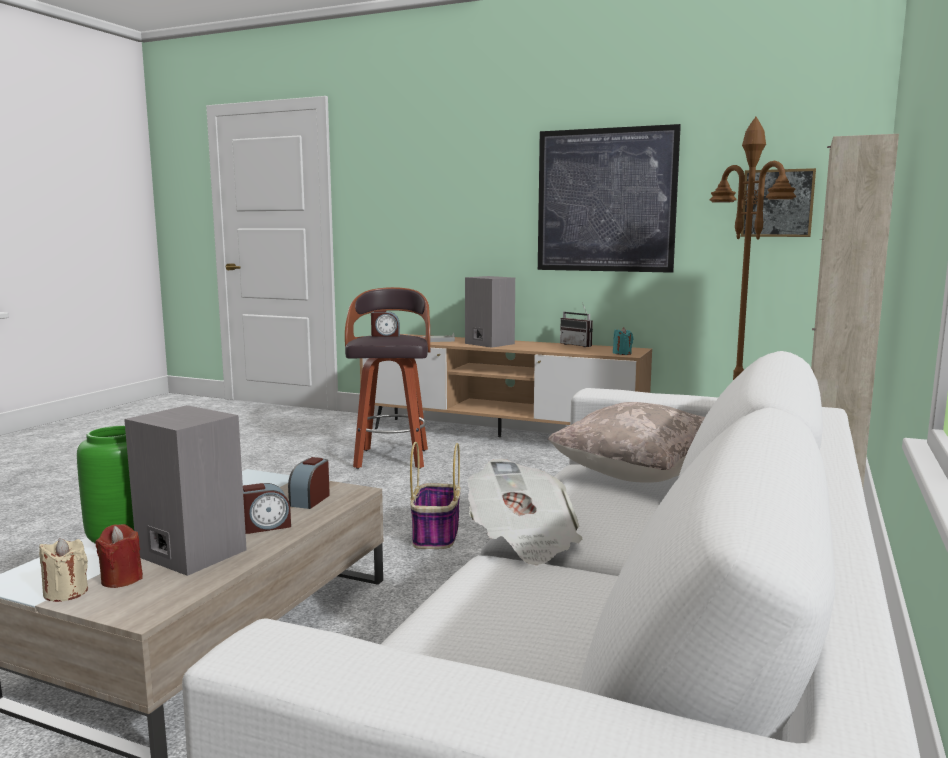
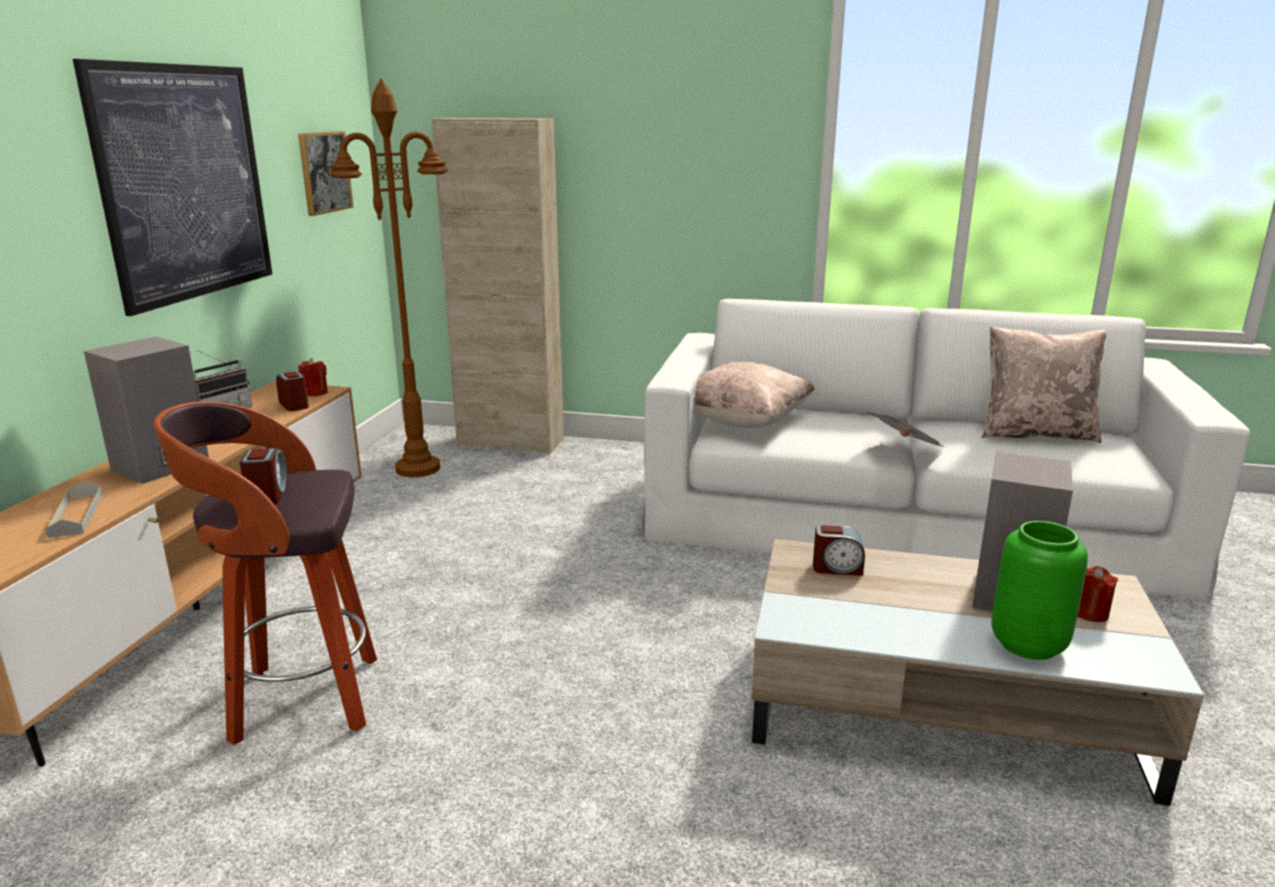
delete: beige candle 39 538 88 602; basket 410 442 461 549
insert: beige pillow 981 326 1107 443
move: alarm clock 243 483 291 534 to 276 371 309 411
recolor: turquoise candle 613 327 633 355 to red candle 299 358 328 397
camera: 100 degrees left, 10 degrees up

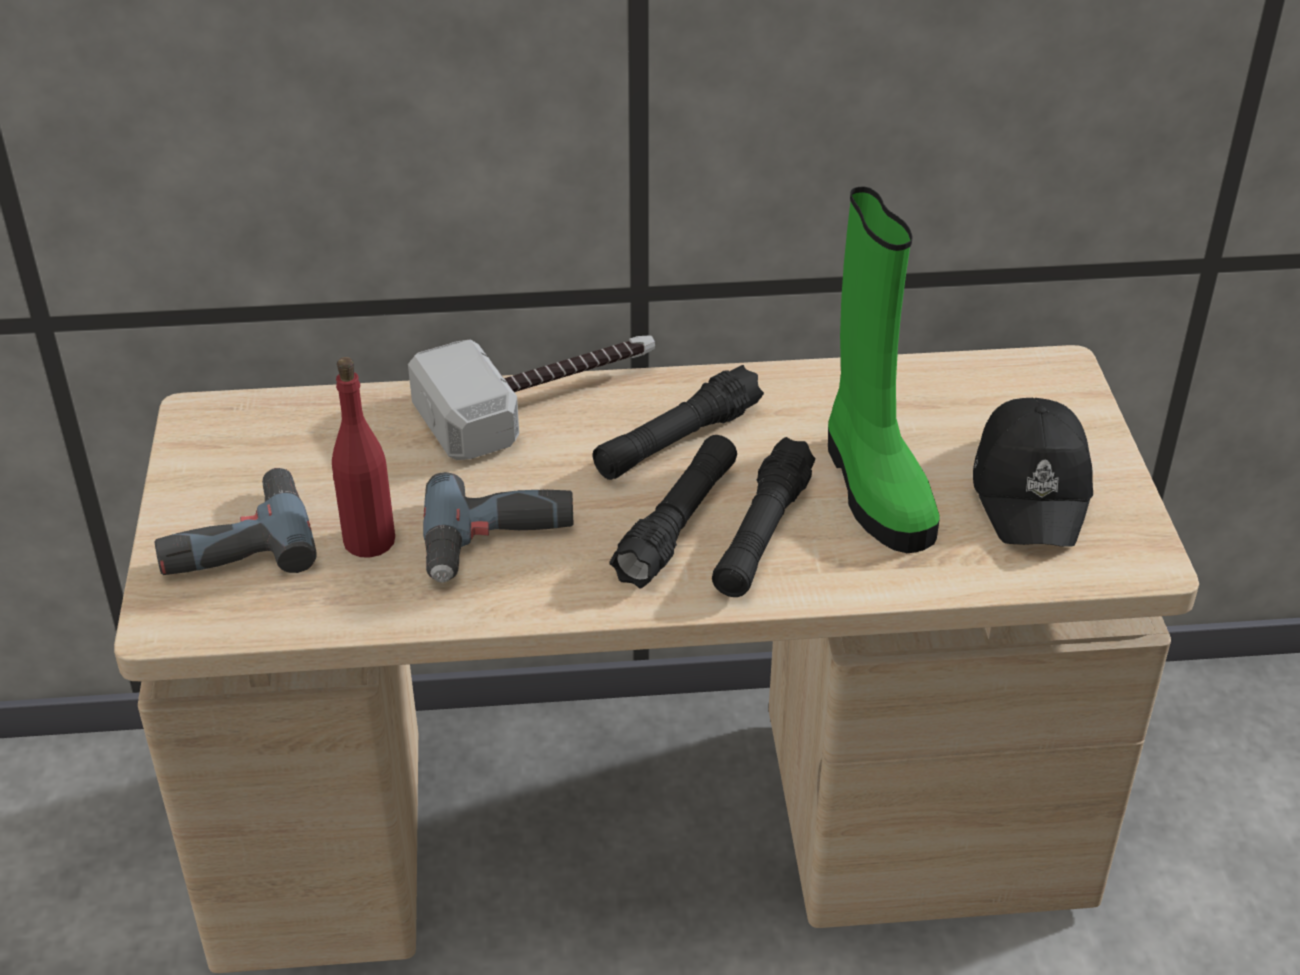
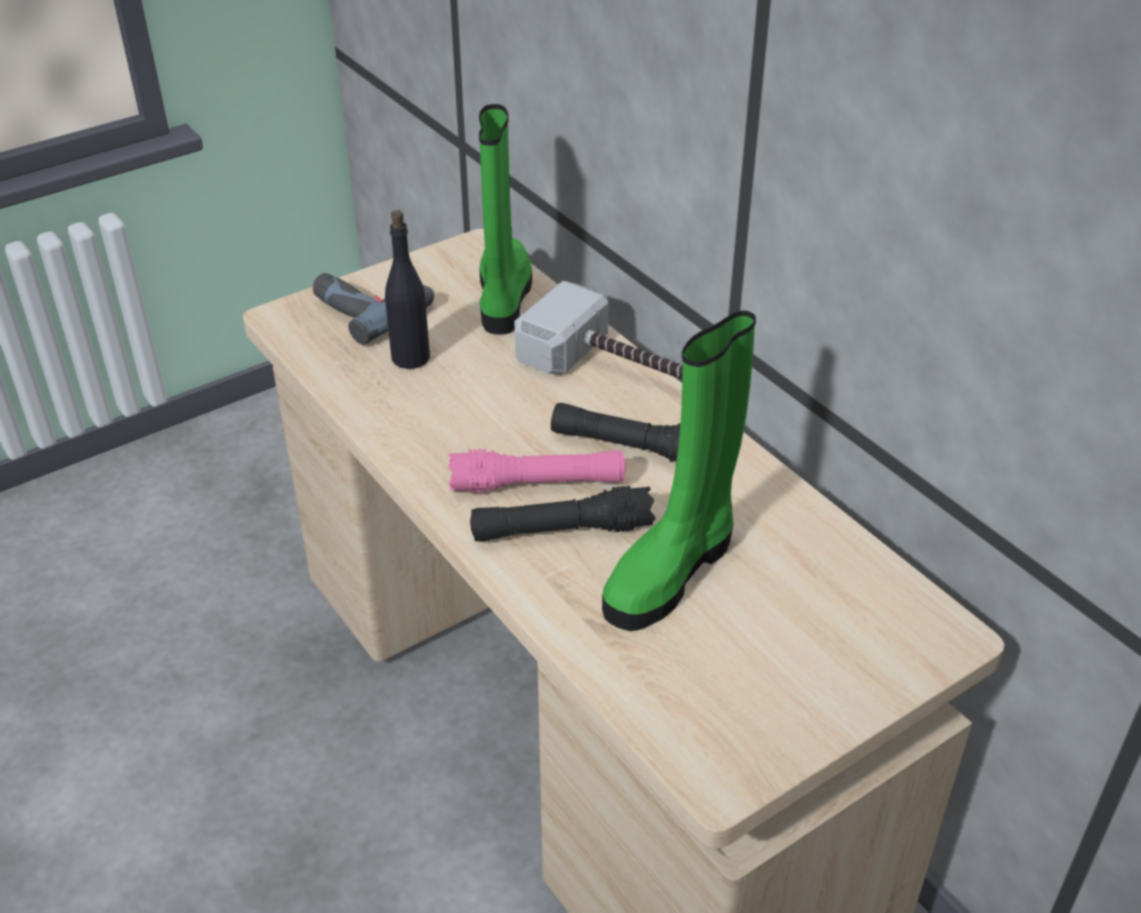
delete: power drill 423 472 574 583; black cap 973 398 1093 547
insert: green boot 479 104 532 335
recolor: red bottle 332 357 395 557 to black bottle 385 210 430 369; black flashlight 609 435 737 589 to pink flashlight 449 449 626 493
camera: 60 degrees right, 0 degrees up

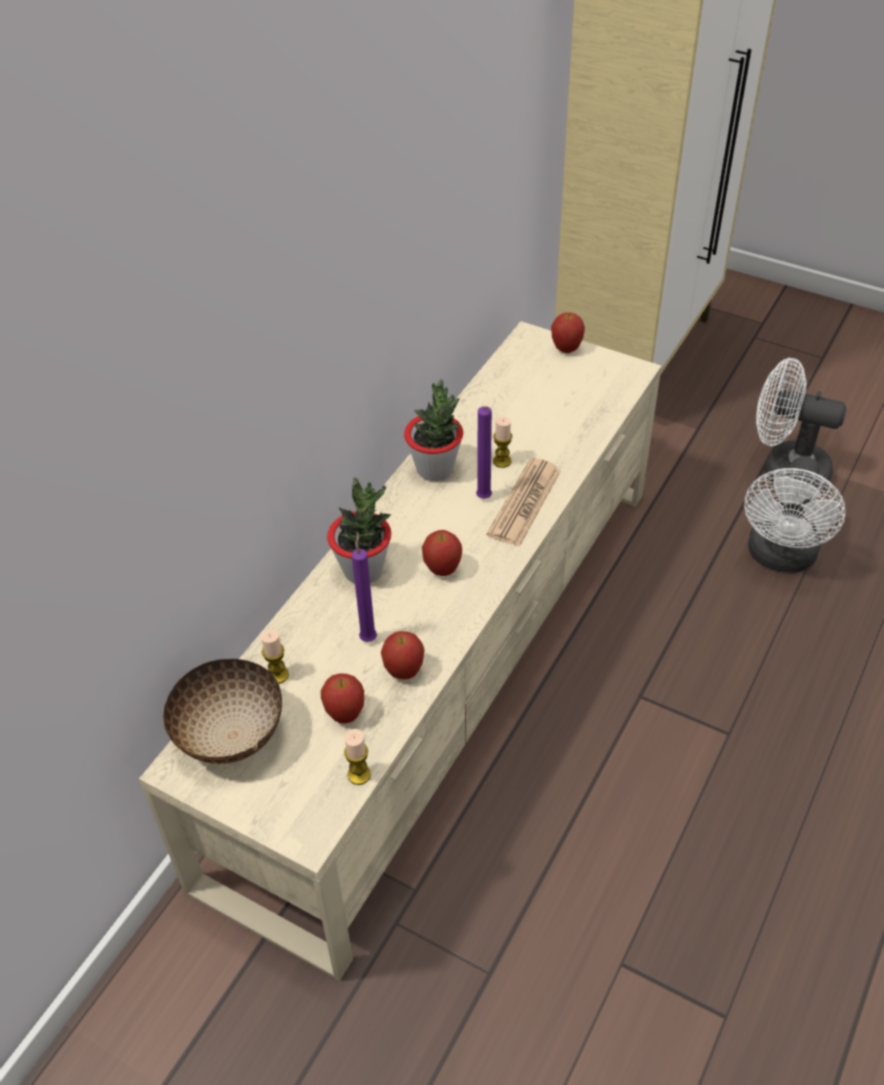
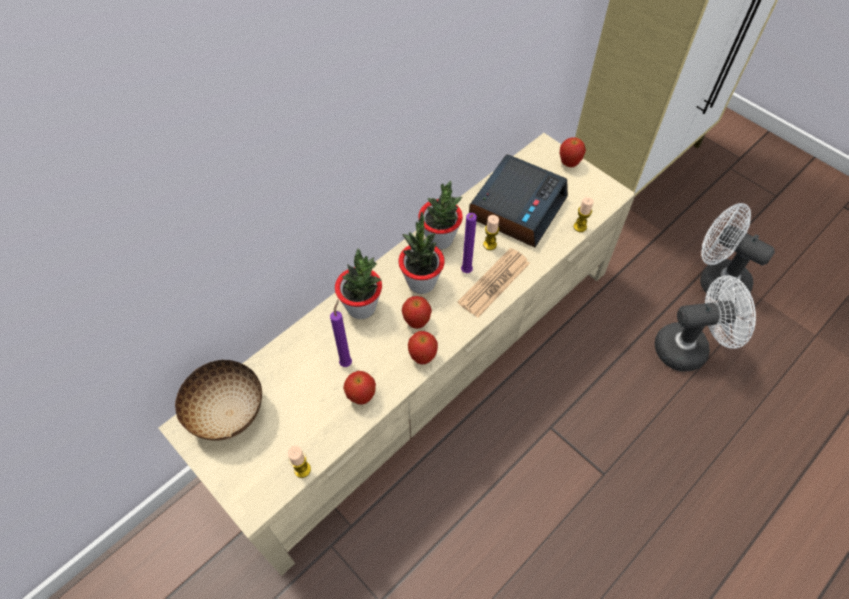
insert: potted plant 398 212 445 294; alarm clock 469 154 568 248
move: apple 321 673 364 723 to 408 331 438 364; candle 261 630 289 684 to 573 197 594 232
rotate: white fan 744 456 846 573 = 655 275 756 371 135 degrees counterclockwise
camera: 15 degrees right, 10 degrees up

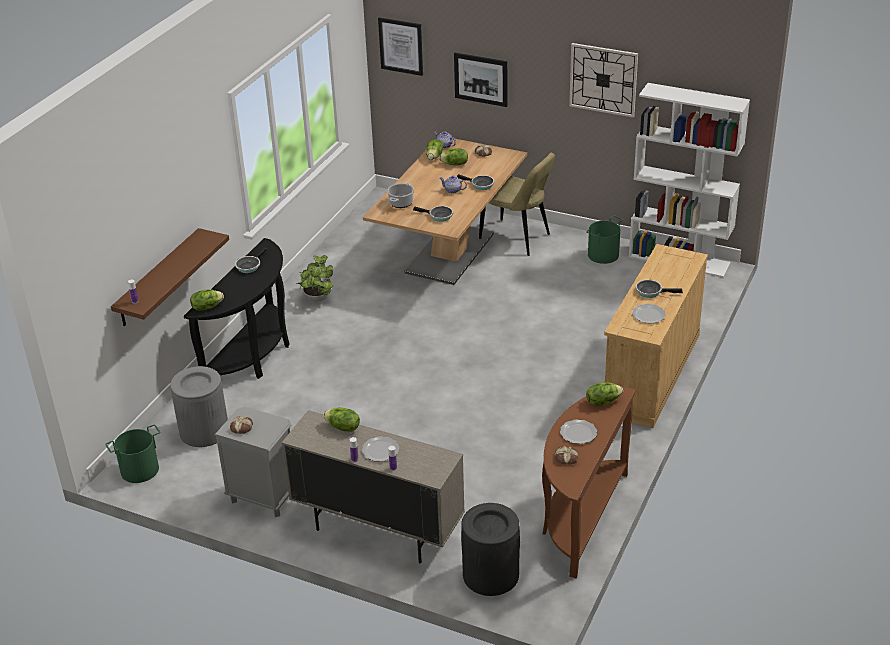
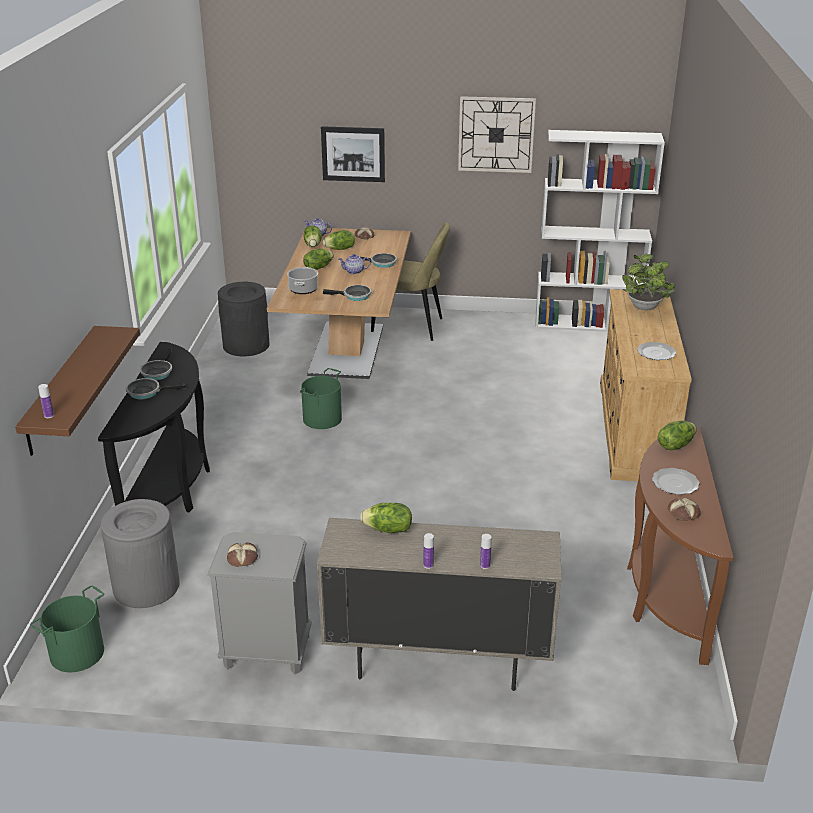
delete: plate 362 436 399 462; picture 378 17 423 76
move: frying pan 635 279 683 298 to 126 378 186 399; black trash can 461 503 520 596 to 218 282 270 357; green bucket 586 215 623 264 to 300 368 342 429; lettuce 190 289 224 311 to 303 249 334 270; potted plant 296 255 334 301 to 623 254 675 310
camera: 20 degrees left, 5 degrees down

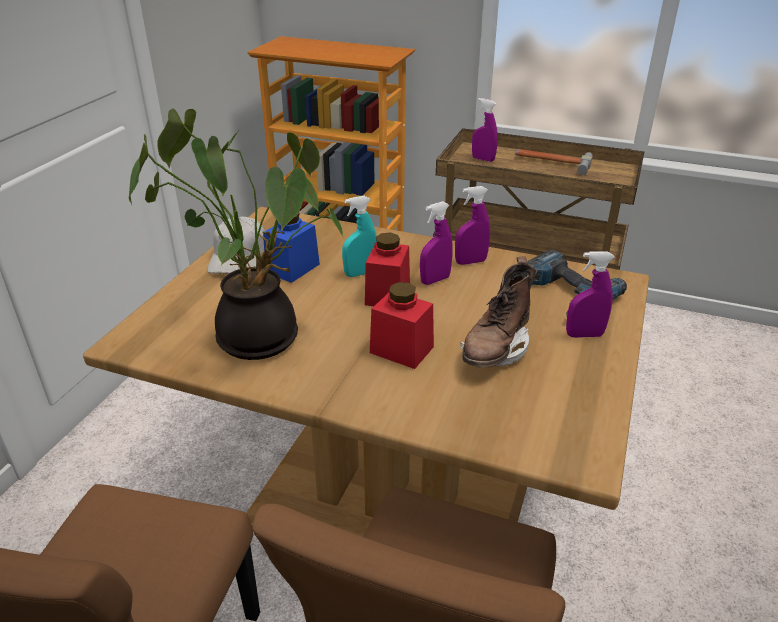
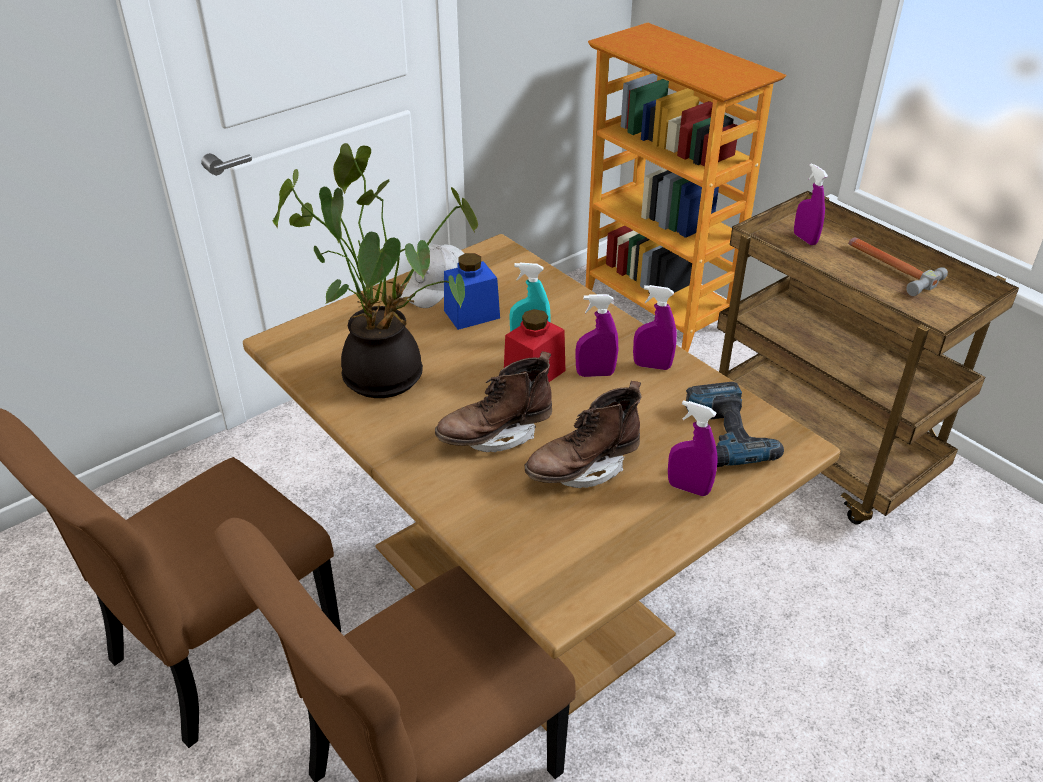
replace: red jar 370 282 434 369 to brown boot 435 351 552 452
camera: 30 degrees right, 5 degrees up

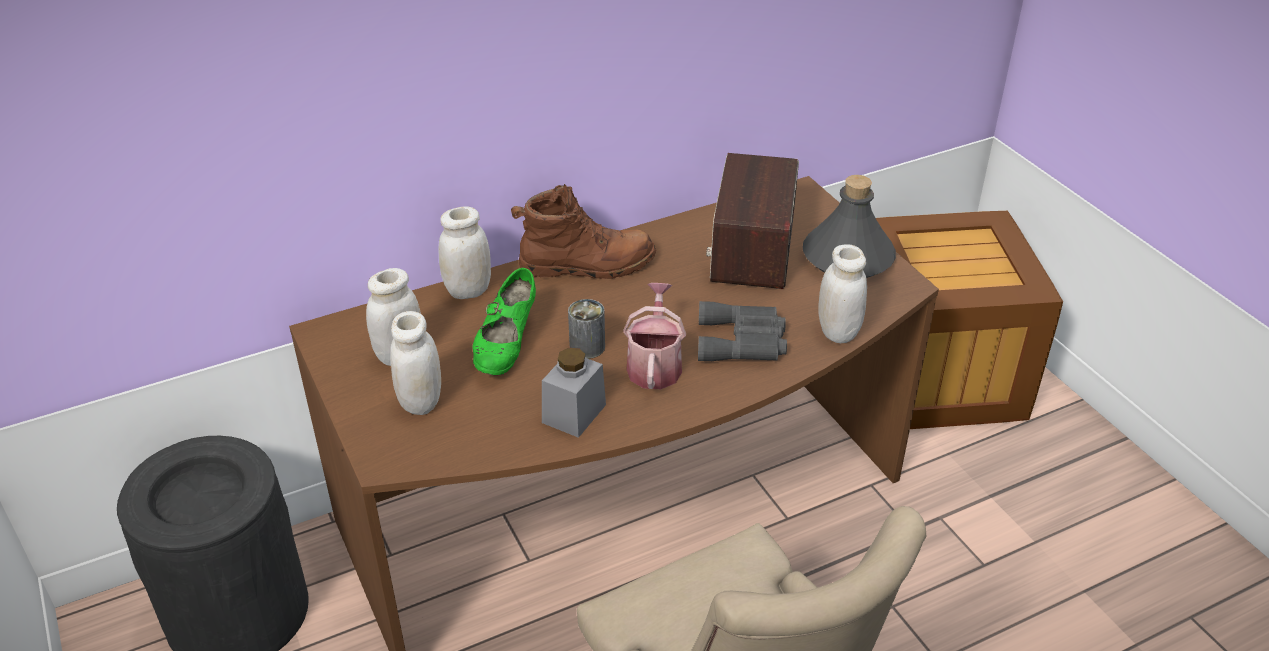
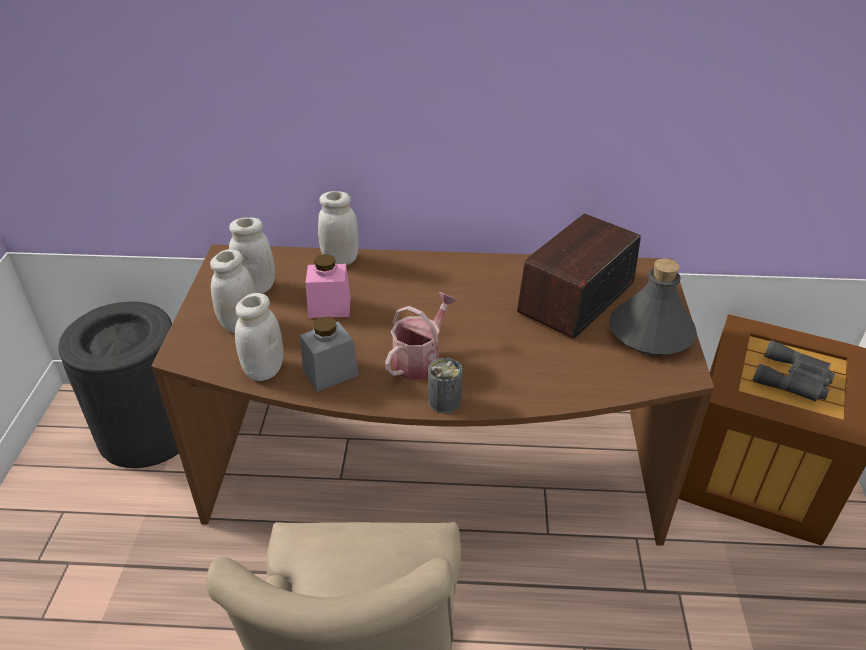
delete: brown boot 511 184 656 279
move: white jar 818 244 867 343 to 235 293 283 381; can 568 299 605 359 to 428 358 462 413; grey binoculars 698 301 787 361 to 752 340 835 402
replace: green shoe 473 268 536 375 to pink jar 306 254 351 318
camera: 30 degrees right, 0 degrees up

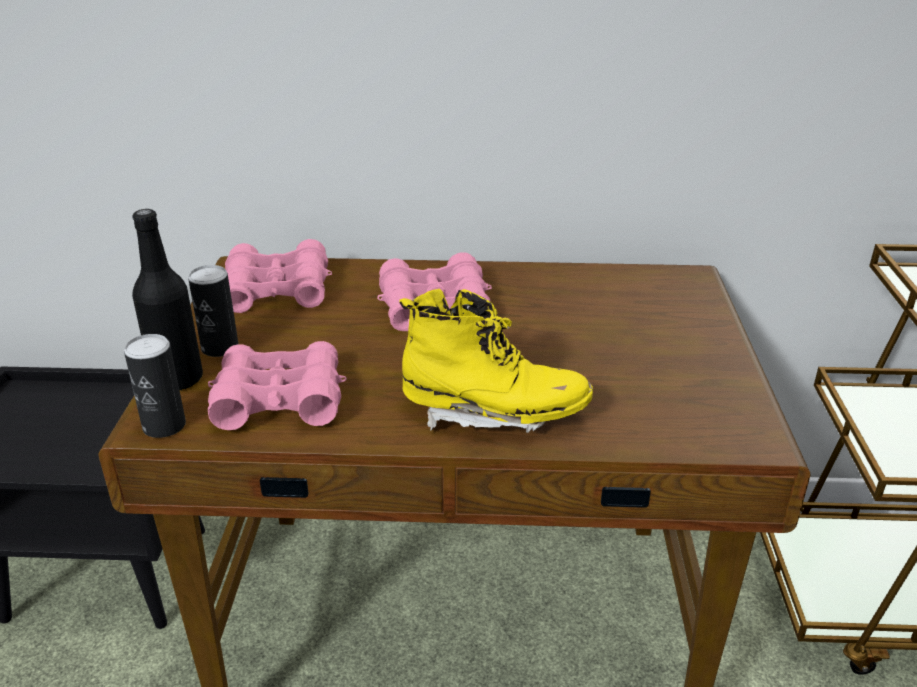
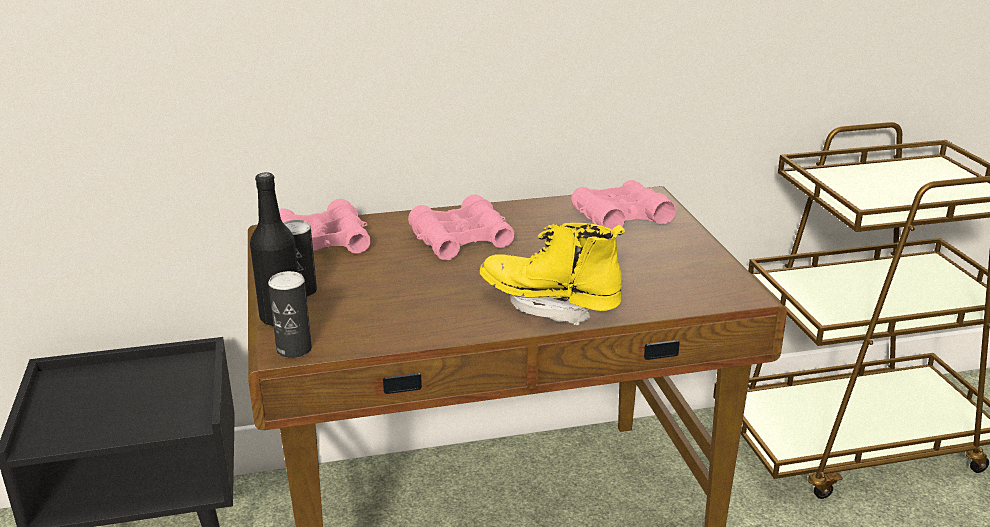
move: pink binoculars 208 341 347 430 to 571 180 676 230
rotate: yellow boot 399 289 593 433 = 480 223 625 325 150 degrees counterclockwise
camera: 15 degrees left, 5 degrees down

